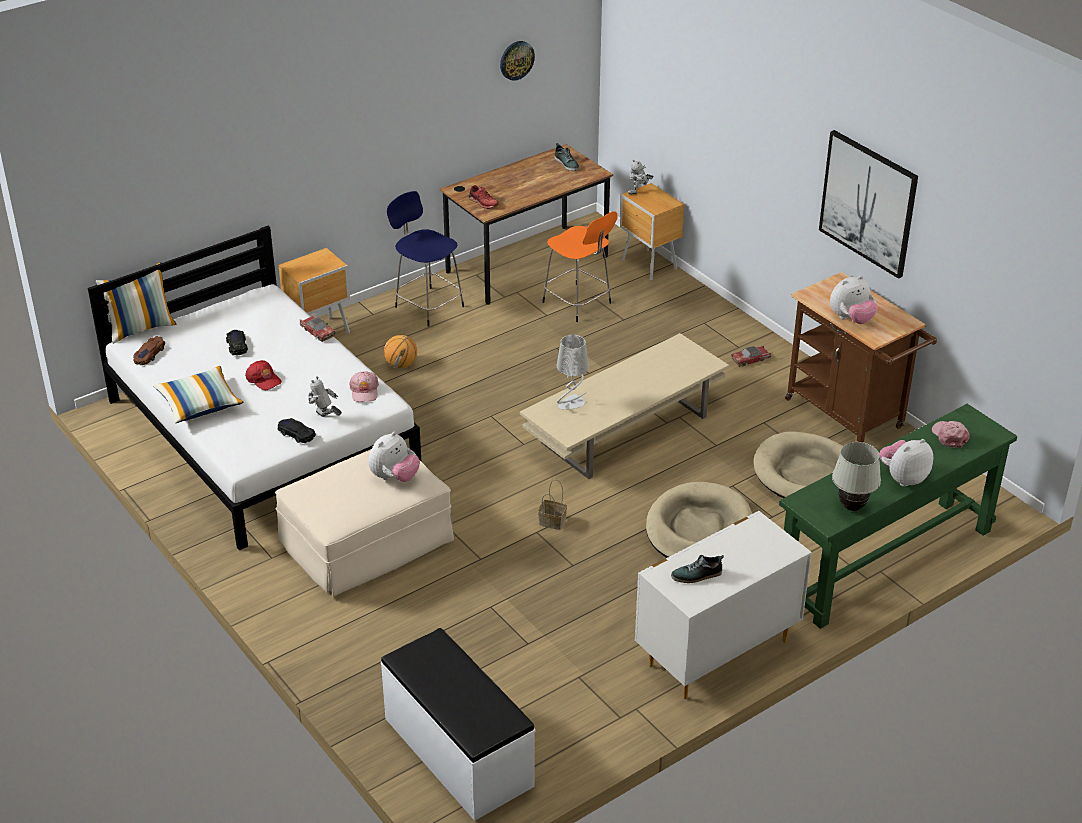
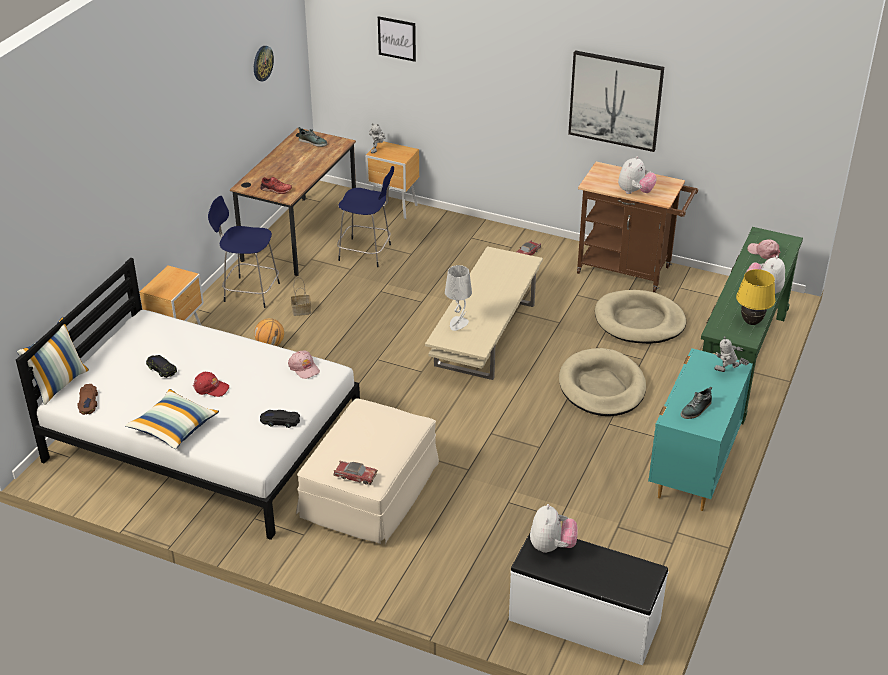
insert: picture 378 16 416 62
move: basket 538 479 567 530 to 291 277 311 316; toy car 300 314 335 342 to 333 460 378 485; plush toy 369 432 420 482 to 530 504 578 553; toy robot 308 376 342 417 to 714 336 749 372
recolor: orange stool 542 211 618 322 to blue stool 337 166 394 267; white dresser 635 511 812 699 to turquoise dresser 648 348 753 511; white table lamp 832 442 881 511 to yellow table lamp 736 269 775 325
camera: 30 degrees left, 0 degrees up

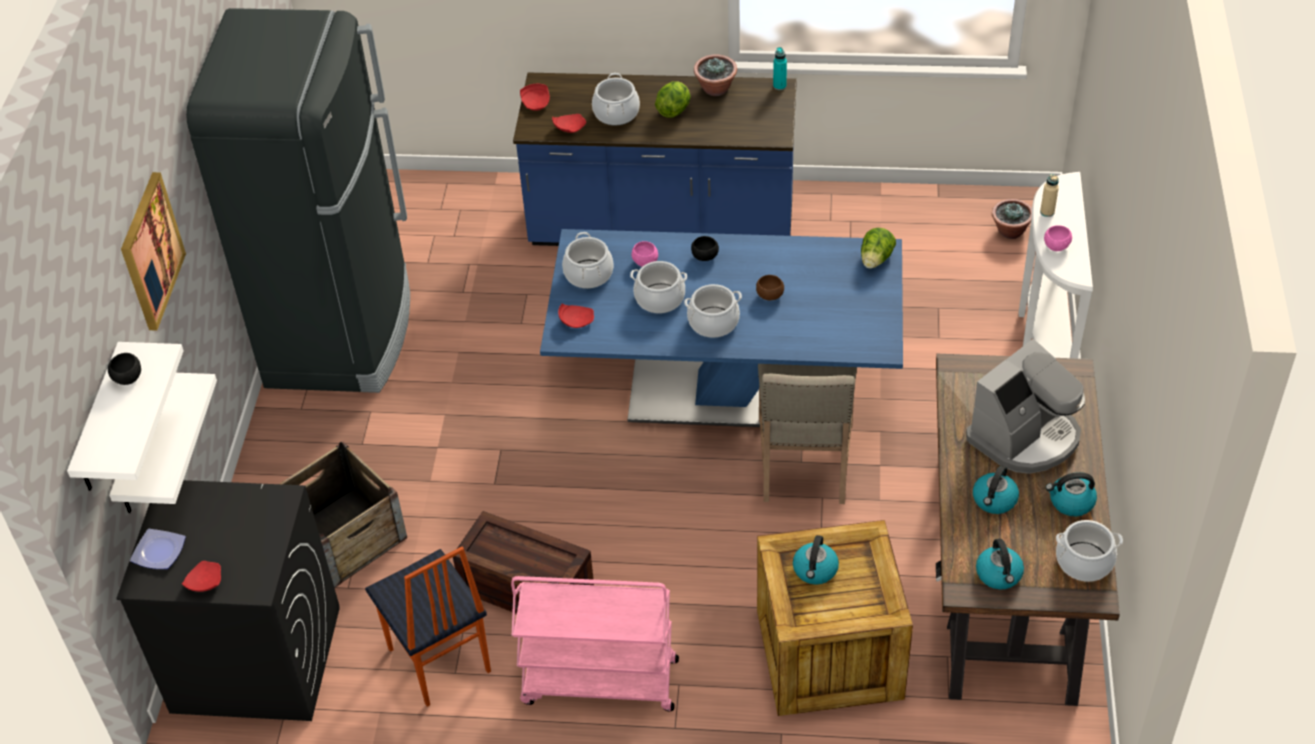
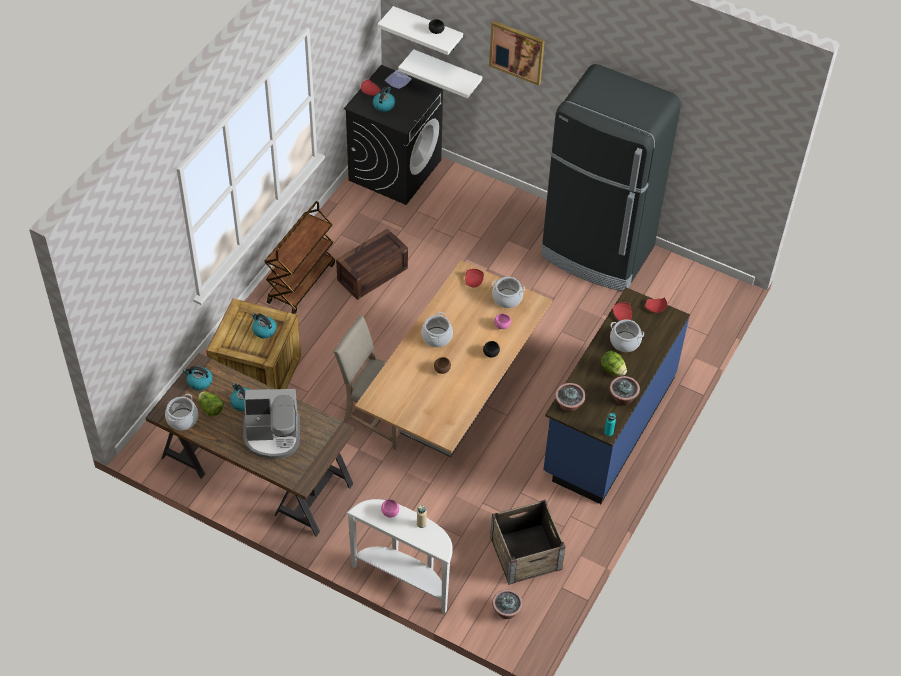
delete: chair 365 546 491 707; cooking pot 630 261 687 313
insert: potted plant 555 383 586 412
move: lettuce 861 228 896 269 to 198 391 223 417; kettle 1045 472 1097 516 to 373 87 395 112; crate 280 442 407 588 to 490 500 566 585
recolor: pink cart 511 576 679 711 to brown cart 264 201 335 314; blue dining table 540 229 903 427 to beige dining table 355 261 552 457
rotate: coffee machine 966 339 1085 474 = 243 389 300 459 75 degrees counterclockwise
camera: 110 degrees right, 5 degrees up

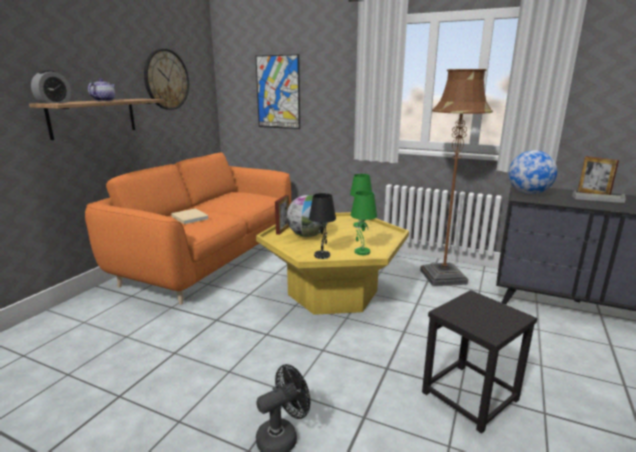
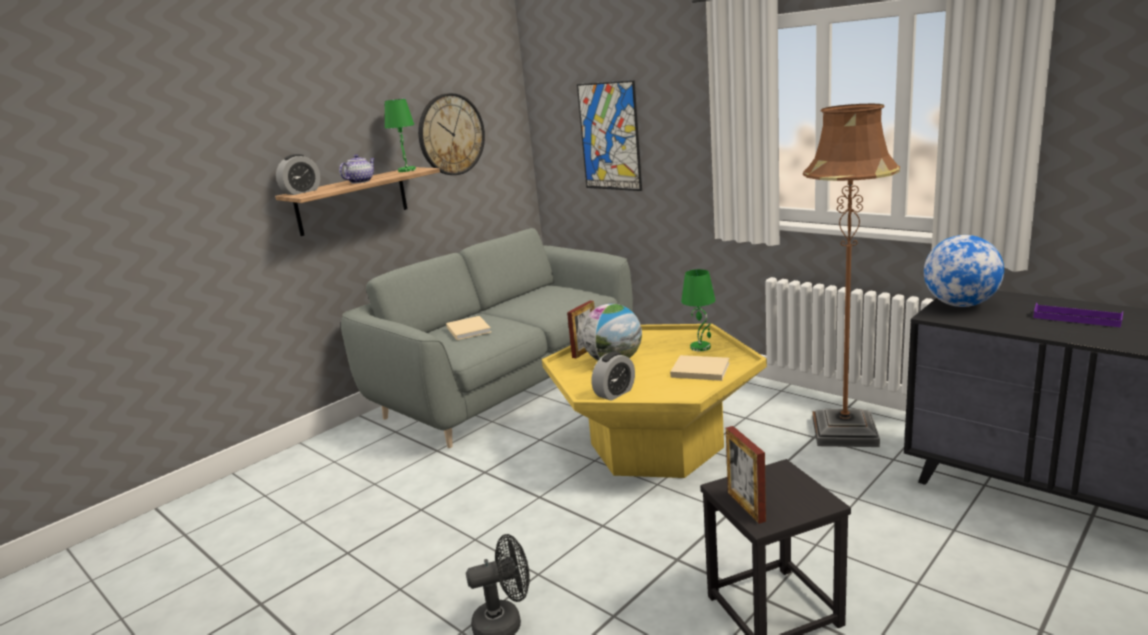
insert: beige book 670 355 730 381
move: green table lamp 351 191 377 255 to 385 99 416 172; picture frame 578 156 619 195 to 726 426 766 524
replace: black table lamp 309 193 336 259 to alarm clock 592 352 635 400
recolor: orange sofa 85 153 291 305 to grey sofa 341 228 633 448; grey tray 572 190 626 203 to purple tray 1033 303 1123 327
camera: 20 degrees right, 0 degrees up

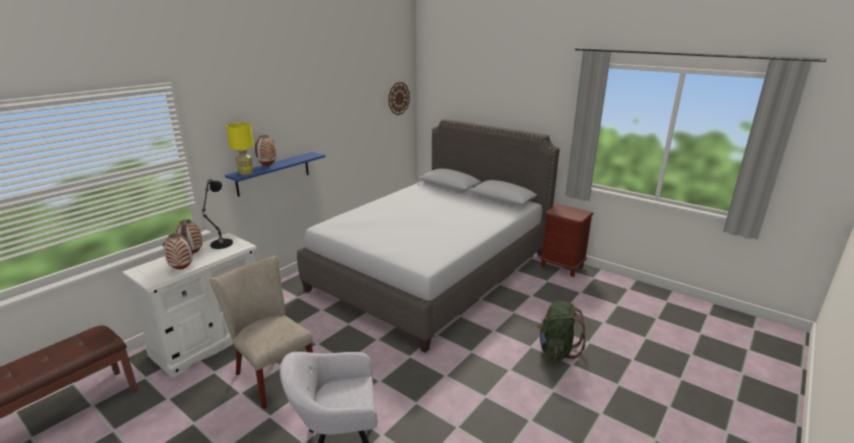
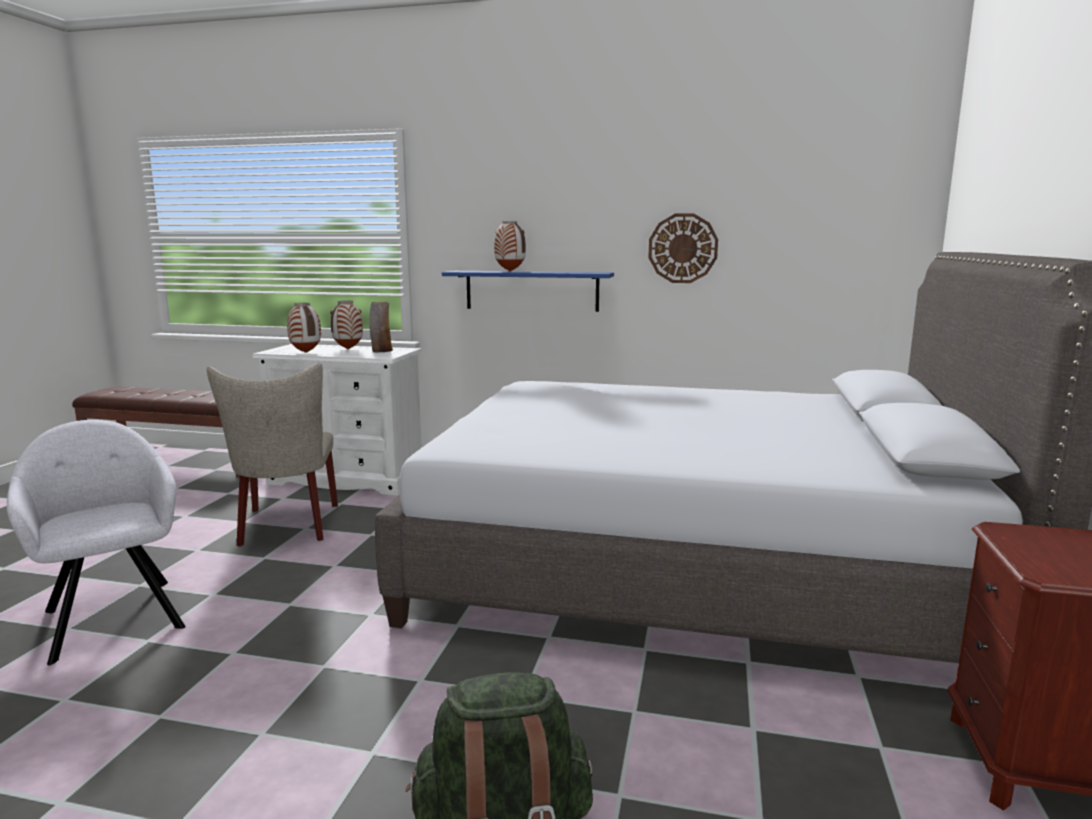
delete: yellow table lamp 226 122 254 175
move: wall clock 388 82 410 115 to 648 213 718 283
replace: black table lamp 202 179 233 249 to vase 369 301 393 352
rotate: beige chair 210 256 313 409 = 207 363 338 547 150 degrees clockwise
camera: 65 degrees right, 10 degrees down

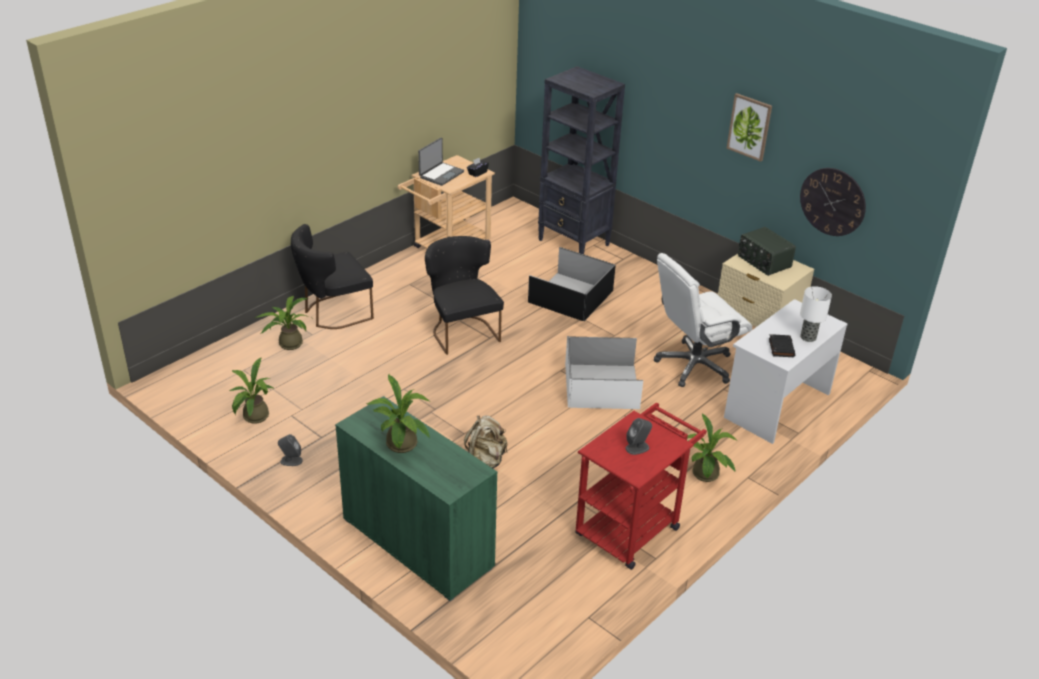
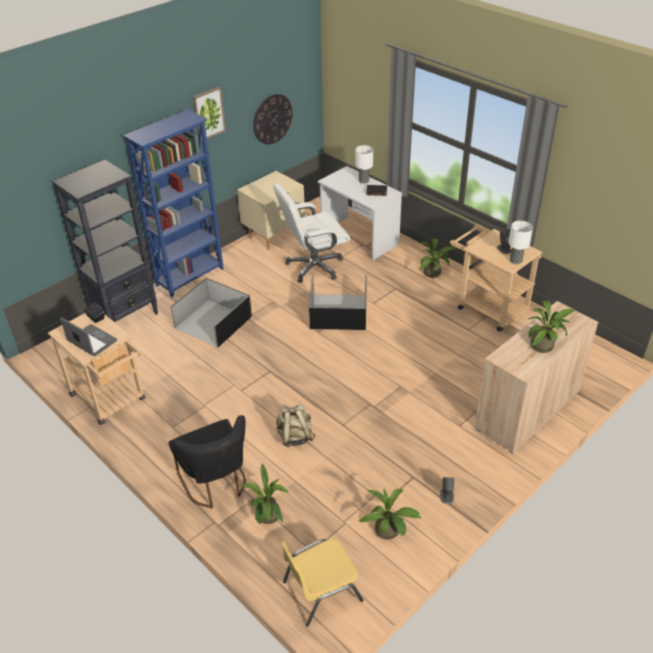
delete: black chair 425 236 504 355; radio 738 227 796 276
insert: blue bookcase 123 109 224 297; yellow chair 280 539 364 627; table lamp 509 221 533 265
move: beige backpack 464 415 508 468 to 276 404 315 447
recolor: white storage box 565 336 643 409 to black storage box 309 274 367 330; red cart 575 403 707 570 to beige cart 450 224 542 332; green cabinet 335 396 497 601 to beige cabinet 474 301 598 454
rotate: white office chair 654 253 752 387 = 273 183 350 283 90 degrees clockwise
camera: 85 degrees left, 5 degrees up

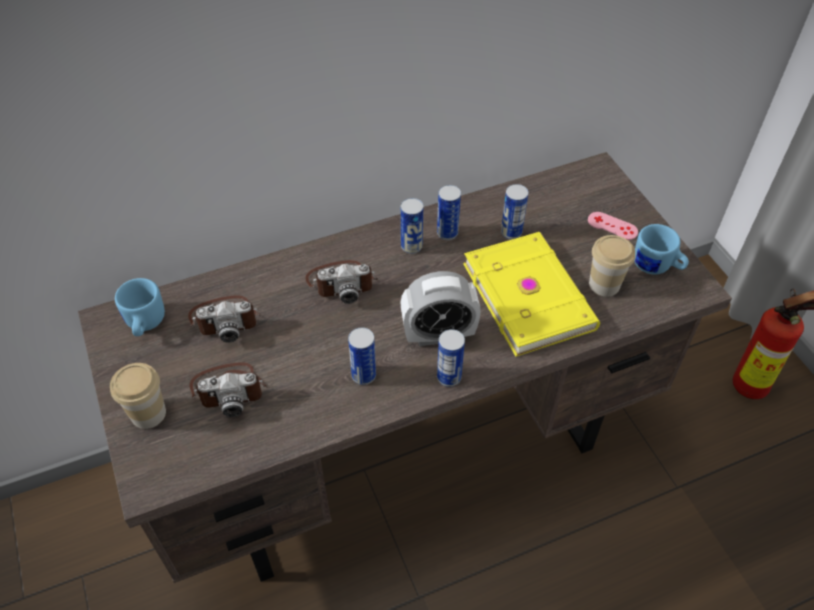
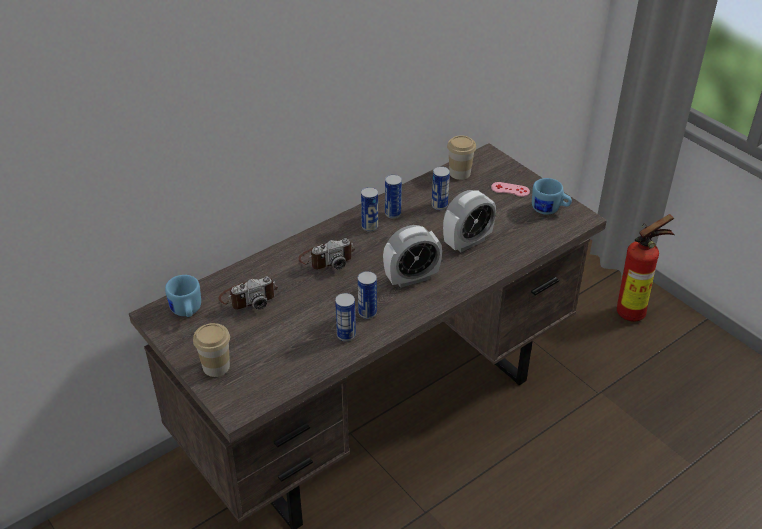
delete: photo camera 189 362 267 417
move: can 437 329 465 387 to 335 293 356 342; cup 589 235 635 296 to 447 135 476 180
replace: yellow book 463 232 600 356 to alarm clock 443 190 496 252
camera: 15 degrees left, 10 degrees down

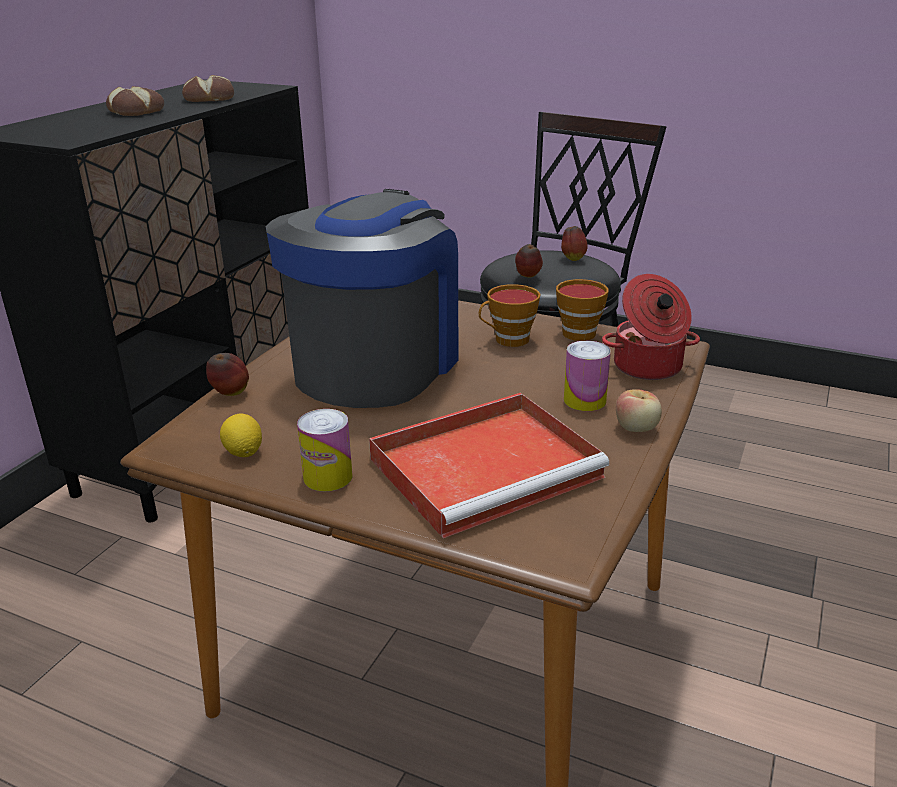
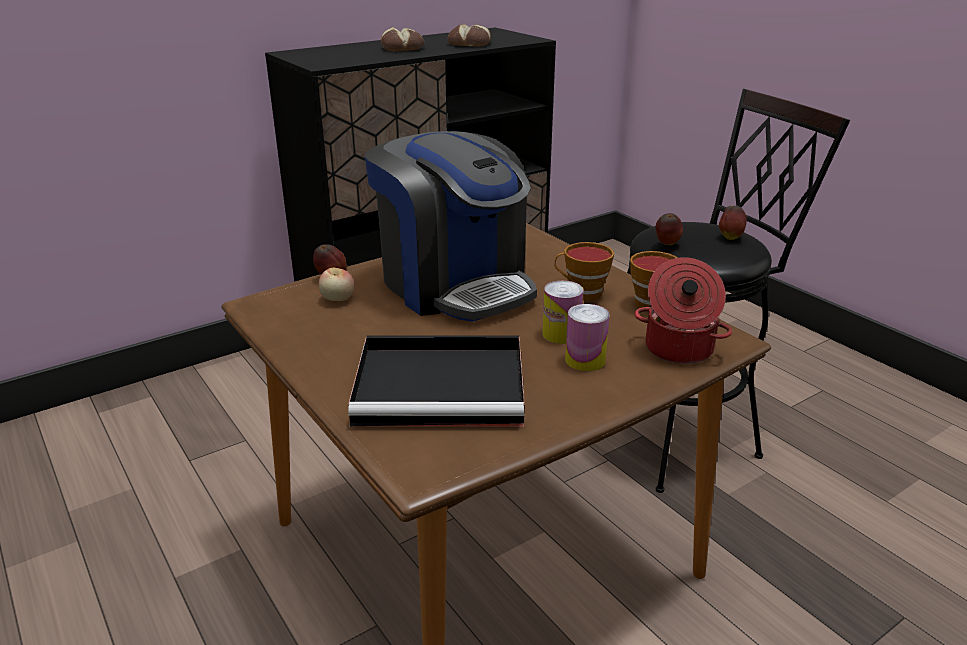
delete: lemon 220 414 262 457
move: apple 616 389 662 432 to 319 268 354 301; can 297 409 352 491 to 542 281 583 344
recolor: red tray 369 393 609 538 to black tray 348 335 525 427
rotate: coffee machine 266 189 458 408 = 365 131 537 322 90 degrees clockwise
camera: 30 degrees right, 0 degrees up

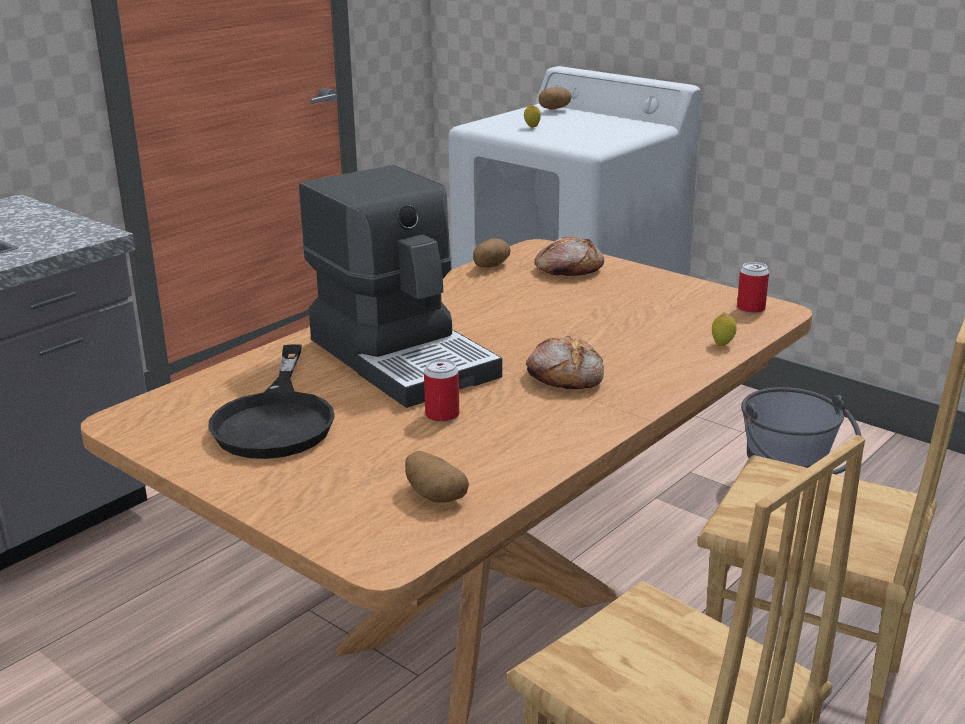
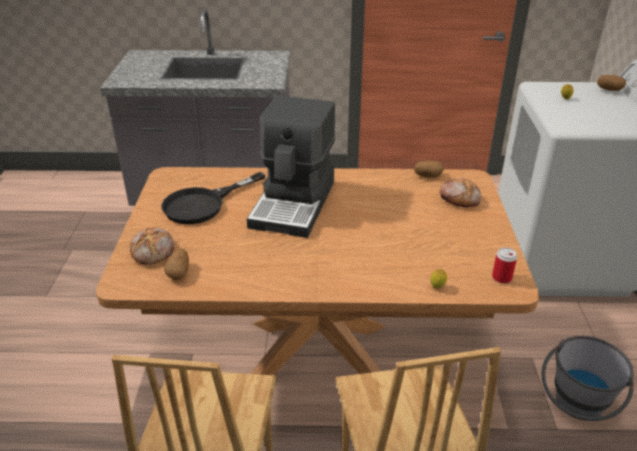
delete: can 424 359 459 422
move: bread 526 336 604 389 to 130 227 174 265
camera: 50 degrees right, 10 degrees up

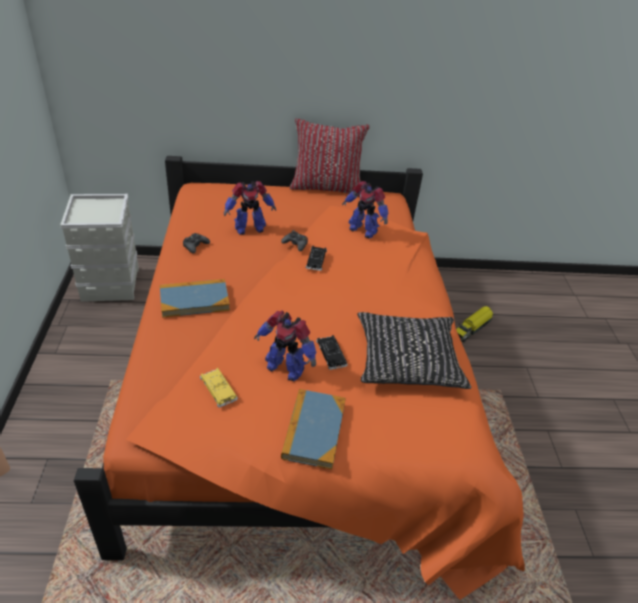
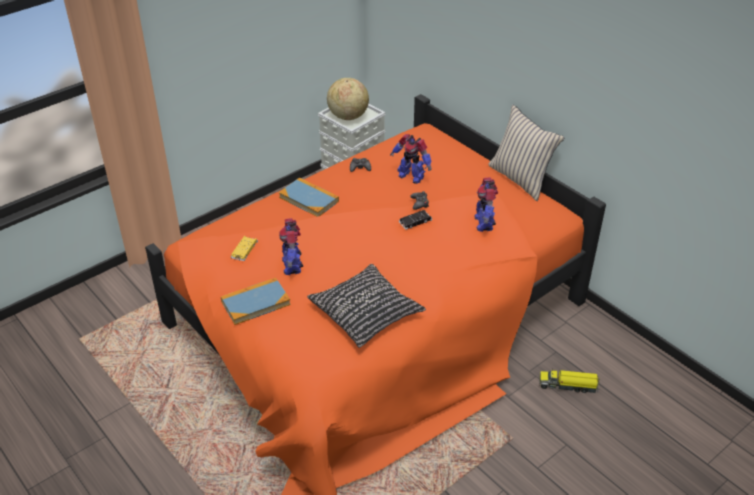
delete: black toy car 316 335 348 370
insert: globe 327 78 369 120
recolor: red pillow 290 119 370 196 to beige pillow 488 105 564 201
camera: 55 degrees right, 0 degrees up

